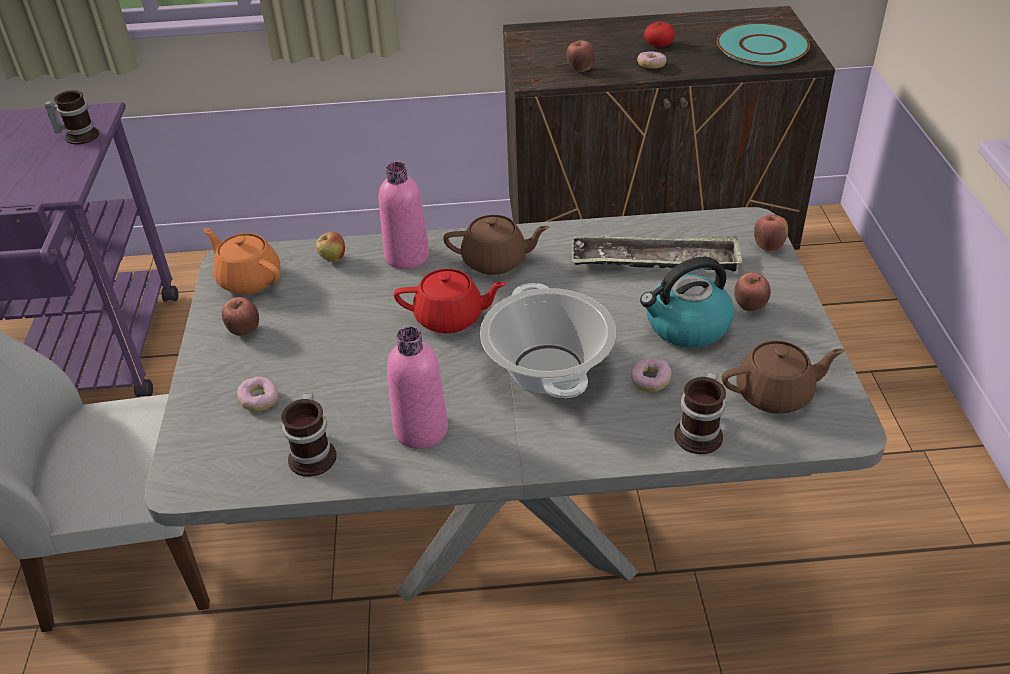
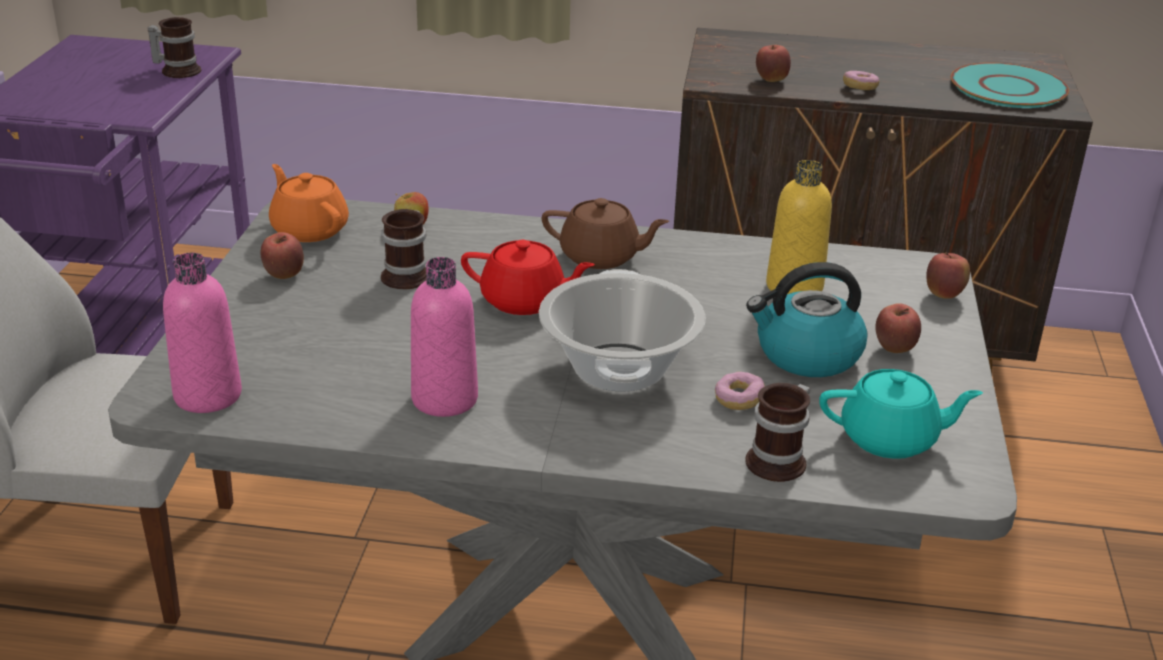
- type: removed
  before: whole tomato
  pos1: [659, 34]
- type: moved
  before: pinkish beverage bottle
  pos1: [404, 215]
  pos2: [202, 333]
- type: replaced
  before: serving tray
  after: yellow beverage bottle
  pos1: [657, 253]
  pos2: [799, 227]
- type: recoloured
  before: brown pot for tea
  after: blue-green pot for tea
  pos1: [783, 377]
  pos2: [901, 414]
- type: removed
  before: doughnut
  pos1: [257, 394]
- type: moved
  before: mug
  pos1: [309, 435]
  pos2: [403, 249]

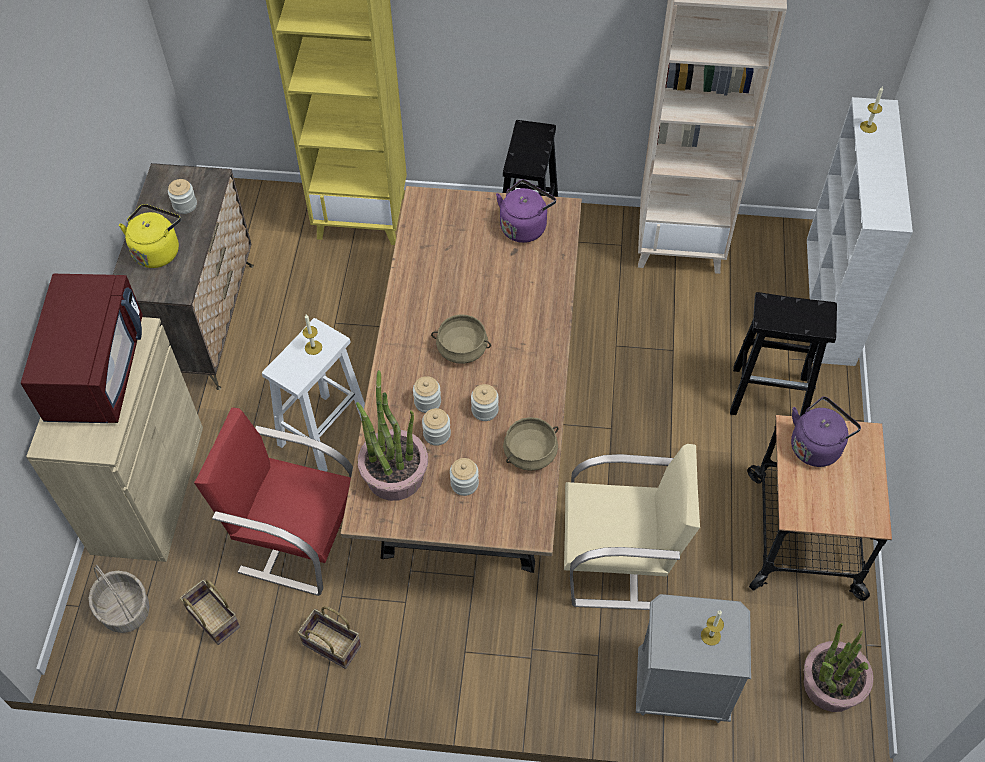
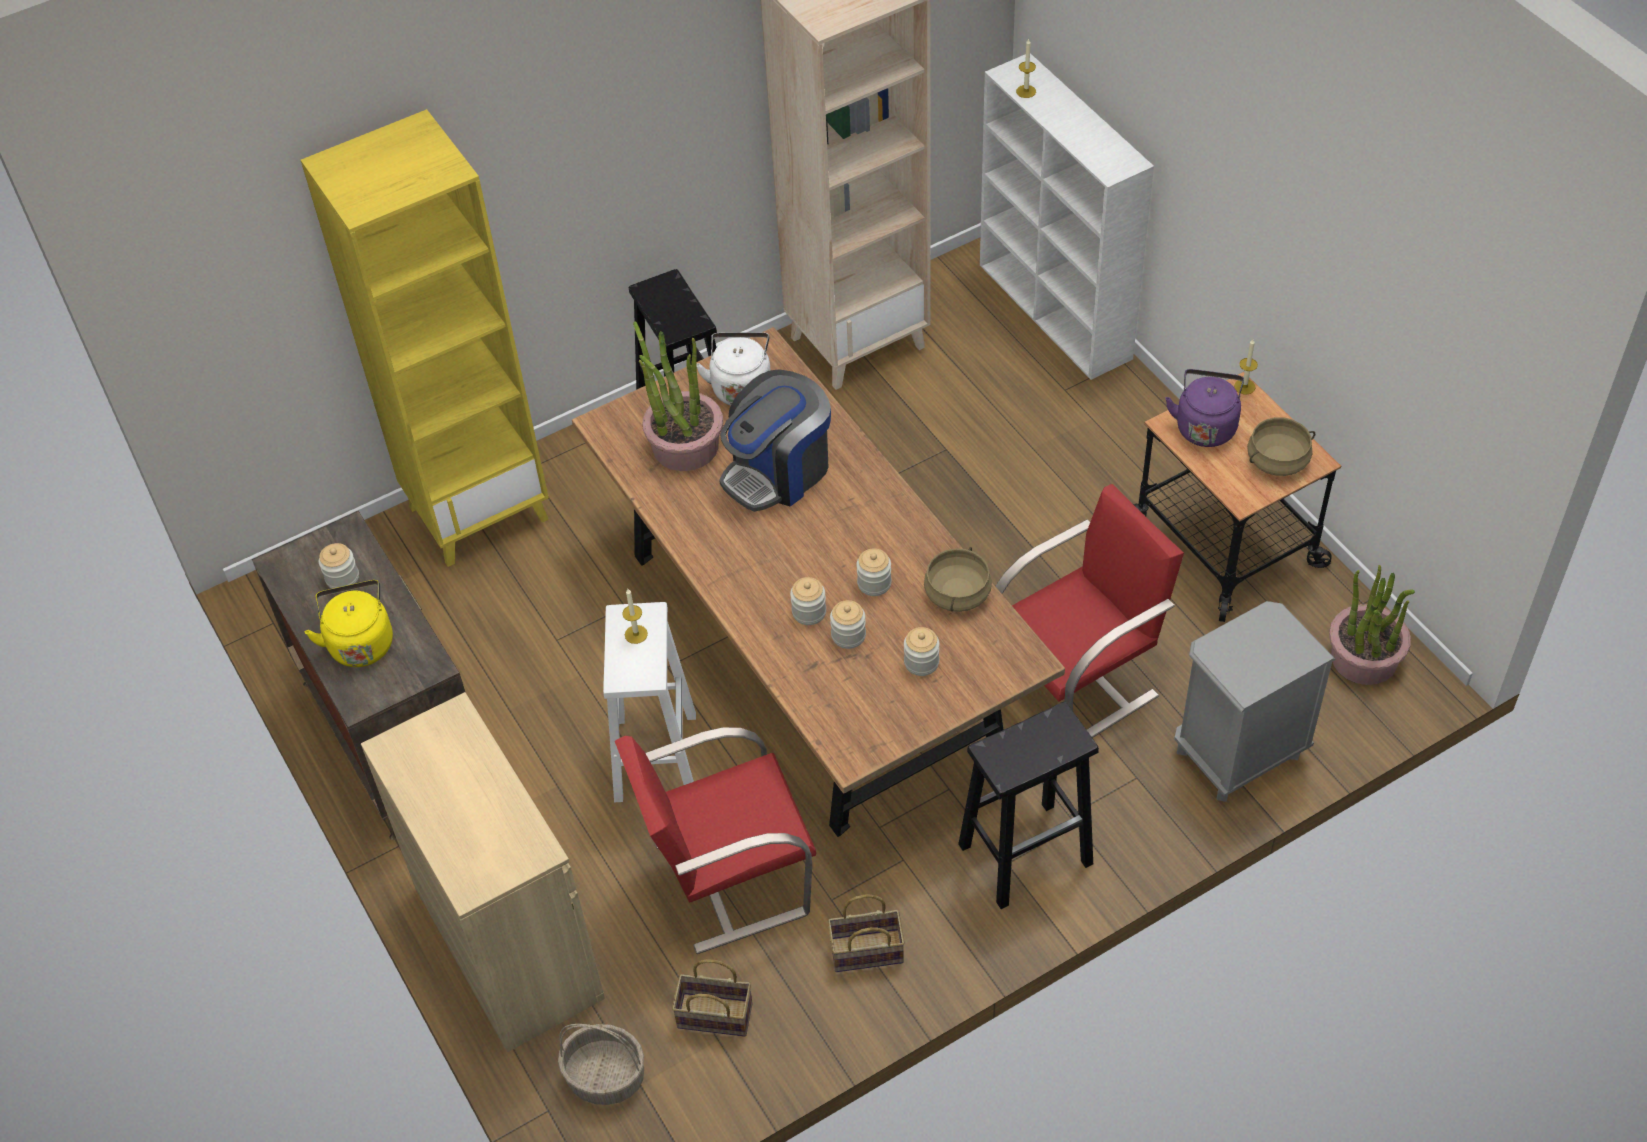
- type: recoloured
  before: purple-coloured tea kettle
  after: white-coloured tea kettle
  pos1: [526, 211]
  pos2: [734, 369]
- type: removed
  before: reddish microwave oven
  pos1: [82, 348]
- type: moved
  before: blackish stool
  pos1: [783, 354]
  pos2: [1028, 805]
- type: moved
  before: beige-coloured cooking pot
  pos1: [461, 339]
  pos2: [1281, 446]
- type: moved
  before: plant in a pot
  pos1: [392, 435]
  pos2: [678, 396]
- type: recoloured
  before: beige-coloured chair
  after: reddish chair
  pos1: [632, 527]
  pos2: [1090, 611]
- type: moved
  before: candle
  pos1: [712, 628]
  pos2: [1246, 366]
- type: added
  after: coffee machine
  pos2: [775, 440]

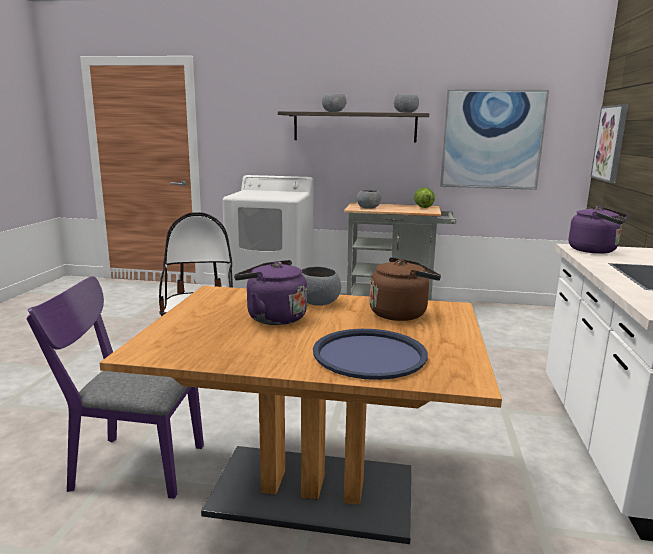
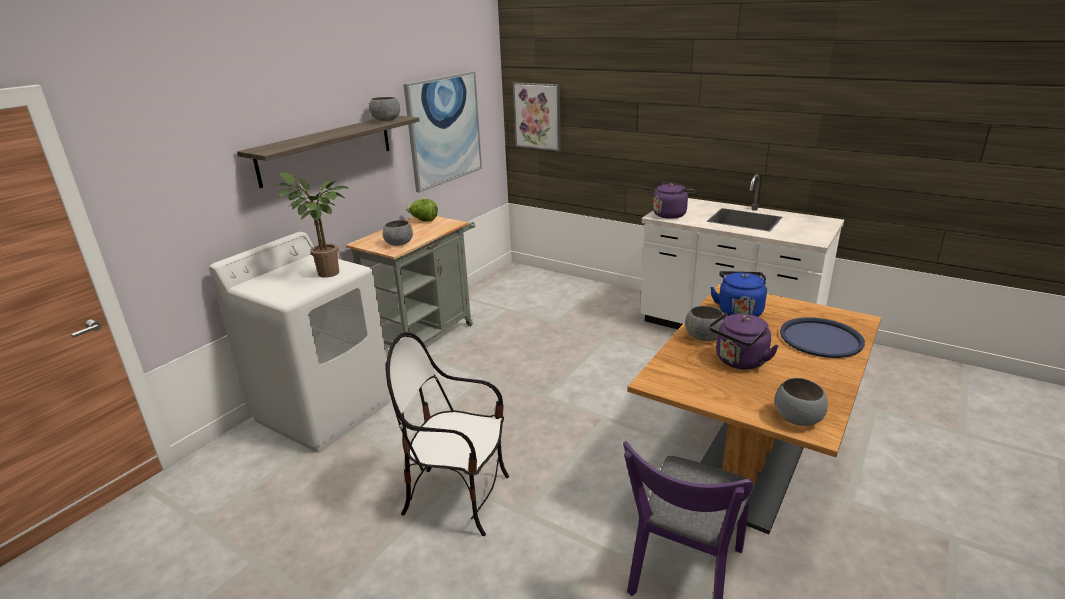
- type: moved
  before: gray serving bowl
  pos1: [334, 103]
  pos2: [801, 402]
- type: recoloured
  before: brown tea kettle
  after: blue-coloured tea kettle
  pos1: [405, 289]
  pos2: [738, 294]
- type: added
  after: plant in a pot
  pos2: [310, 225]

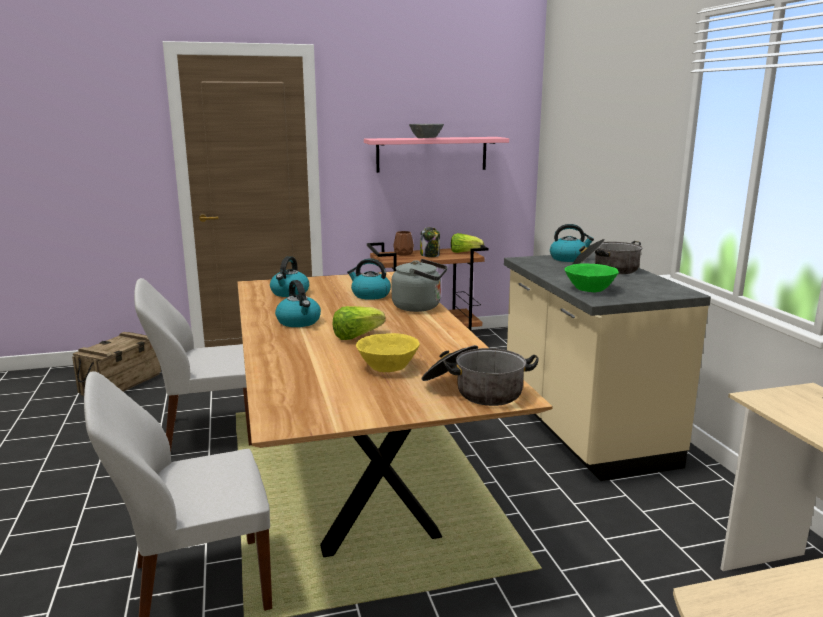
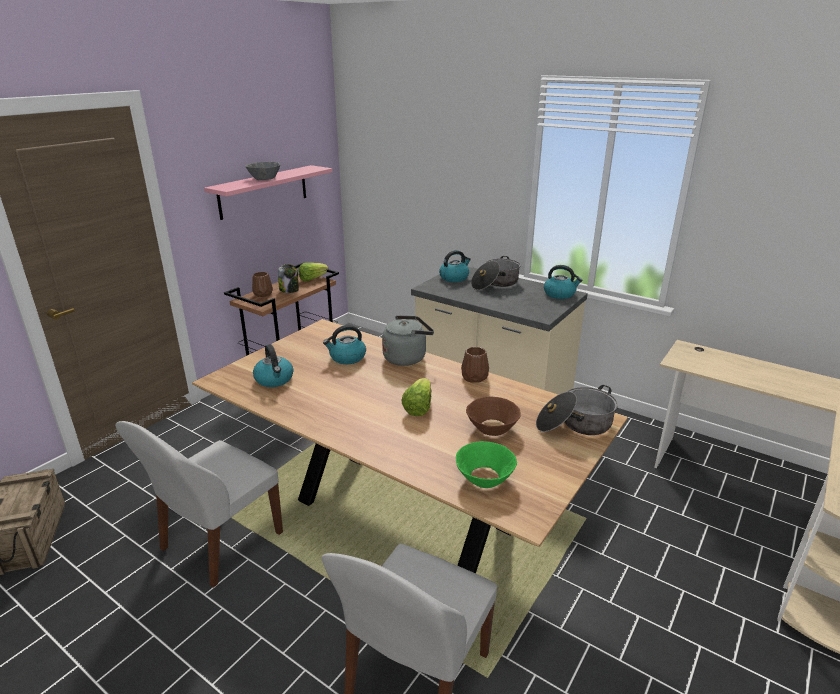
- type: moved
  before: green serving bowl
  pos1: [592, 278]
  pos2: [486, 464]
- type: moved
  before: tea kettle
  pos1: [298, 303]
  pos2: [563, 282]
- type: recoloured
  before: yellow serving bowl
  after: brown serving bowl
  pos1: [388, 352]
  pos2: [493, 416]
- type: added
  after: brown decorative vase
  pos2: [475, 365]

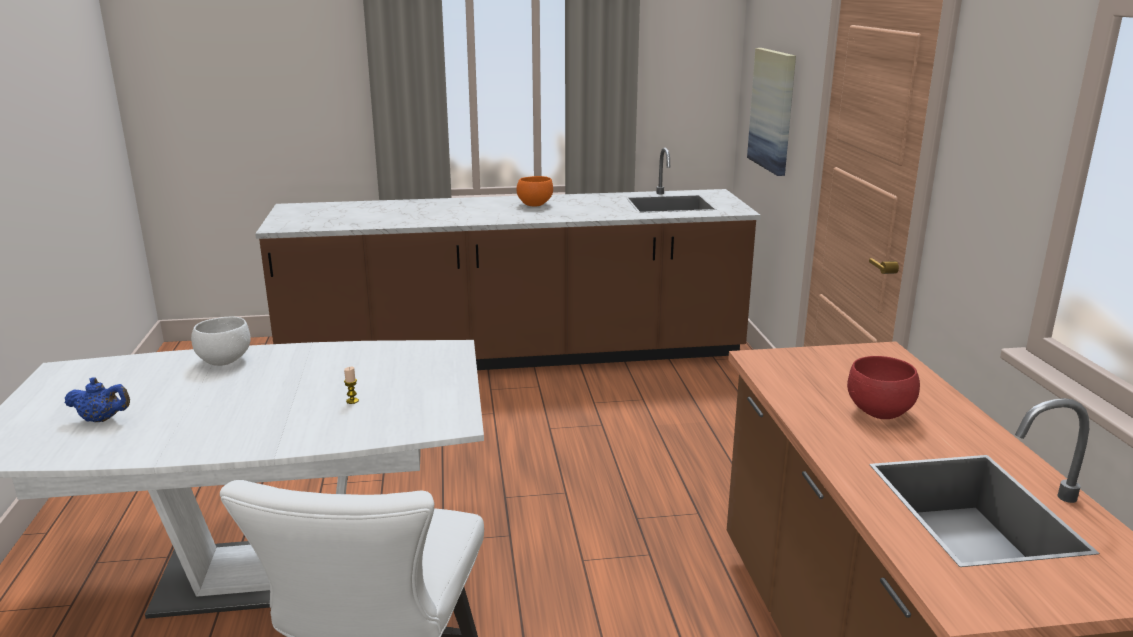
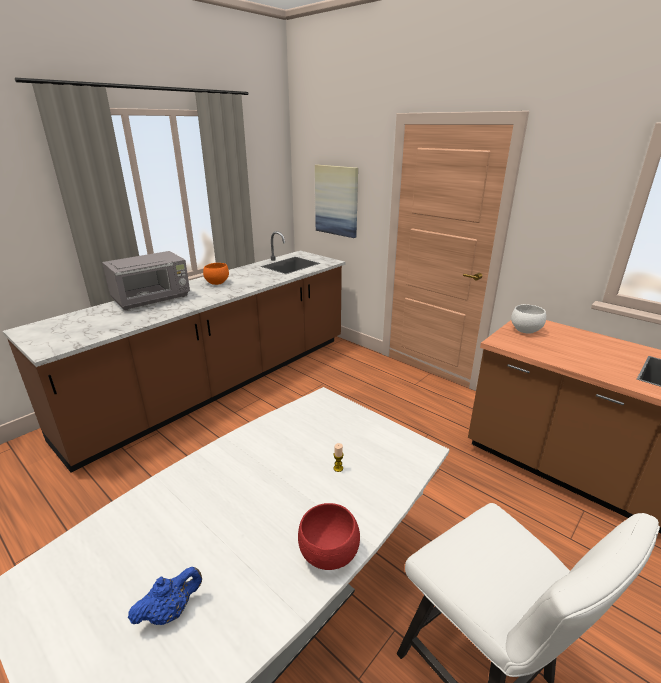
- type: moved
  before: white-coloured serving bowl
  pos1: [221, 341]
  pos2: [528, 319]
- type: moved
  before: reddish serving bowl
  pos1: [883, 387]
  pos2: [329, 536]
- type: added
  after: gray microwave oven
  pos2: [146, 280]

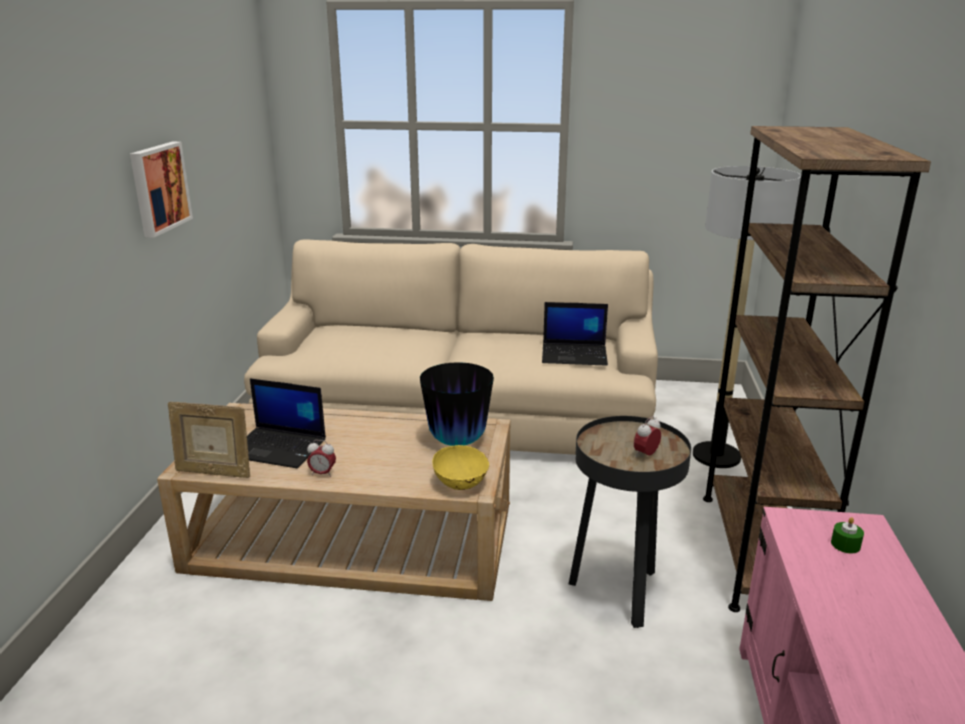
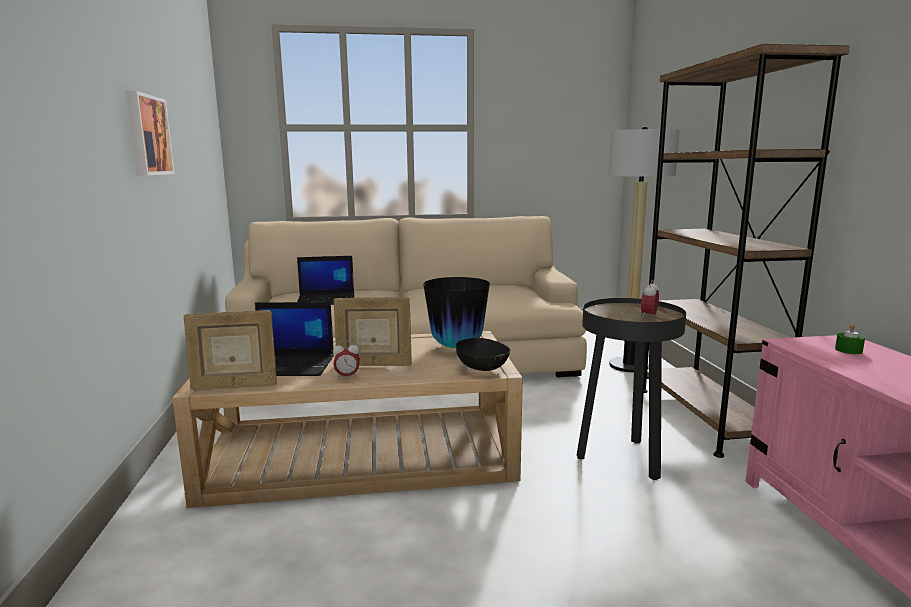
- type: moved
  before: laptop
  pos1: [575, 334]
  pos2: [325, 280]
- type: recoloured
  before: yellow serving bowl
  after: blackish serving bowl
  pos1: [460, 467]
  pos2: [483, 354]
- type: added
  after: standing frame
  pos2: [373, 331]

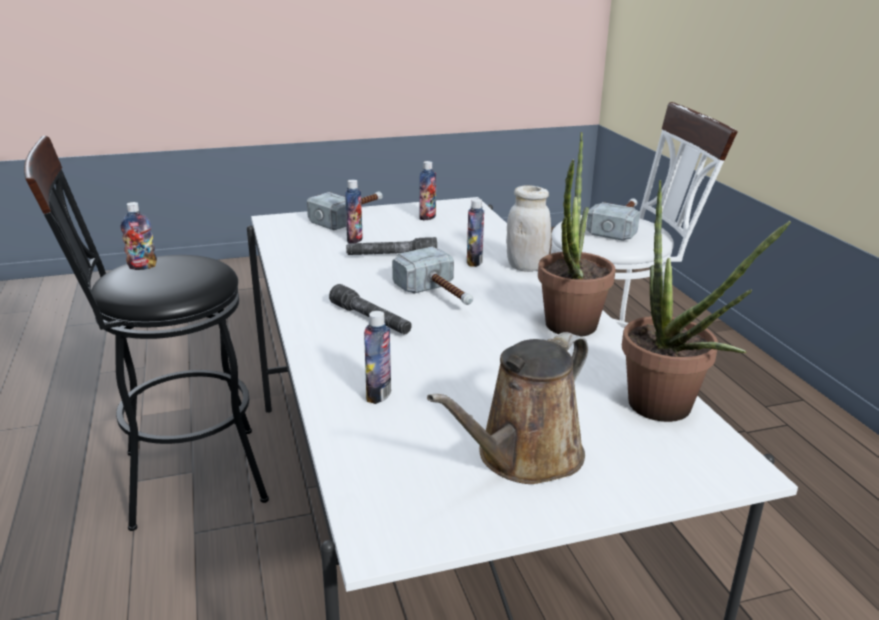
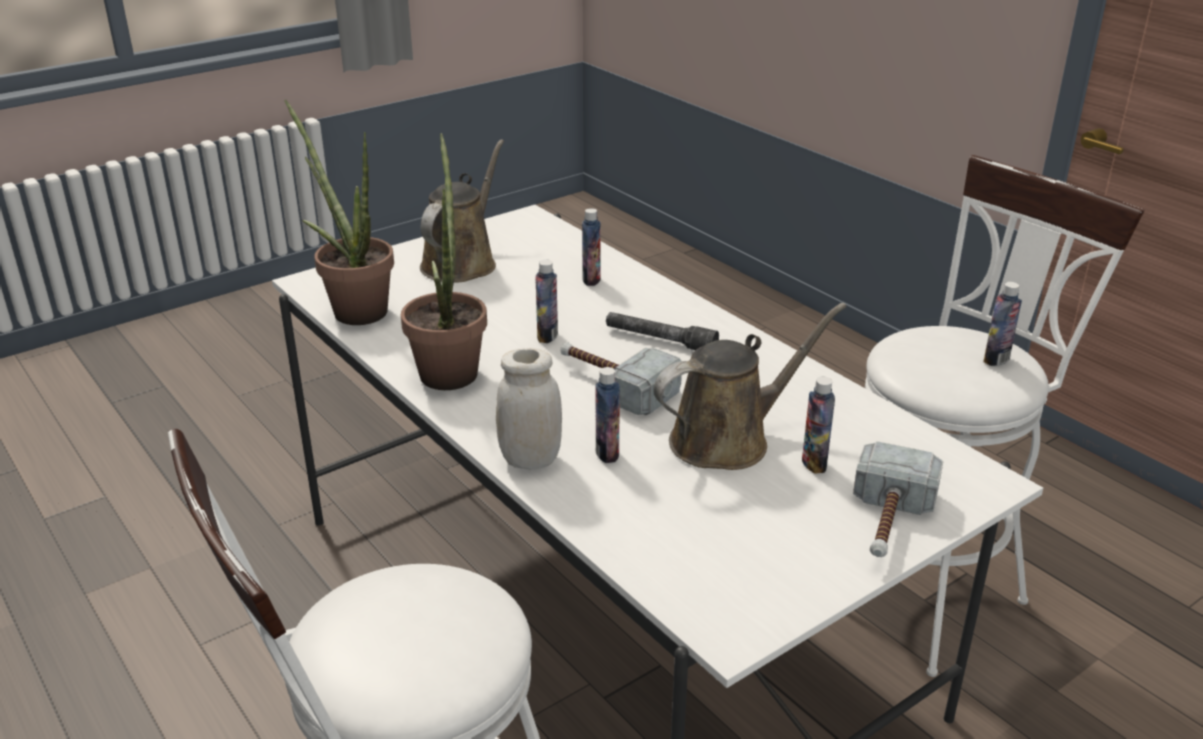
- type: recoloured
  before: blackish stool
  after: white-coloured stool
  pos1: [146, 333]
  pos2: [1005, 416]
- type: moved
  before: beverage bottle
  pos1: [427, 191]
  pos2: [546, 301]
- type: removed
  before: hammer
  pos1: [613, 219]
- type: replaced
  before: gray hand torch
  after: brown watering can
  pos1: [391, 246]
  pos2: [750, 386]

